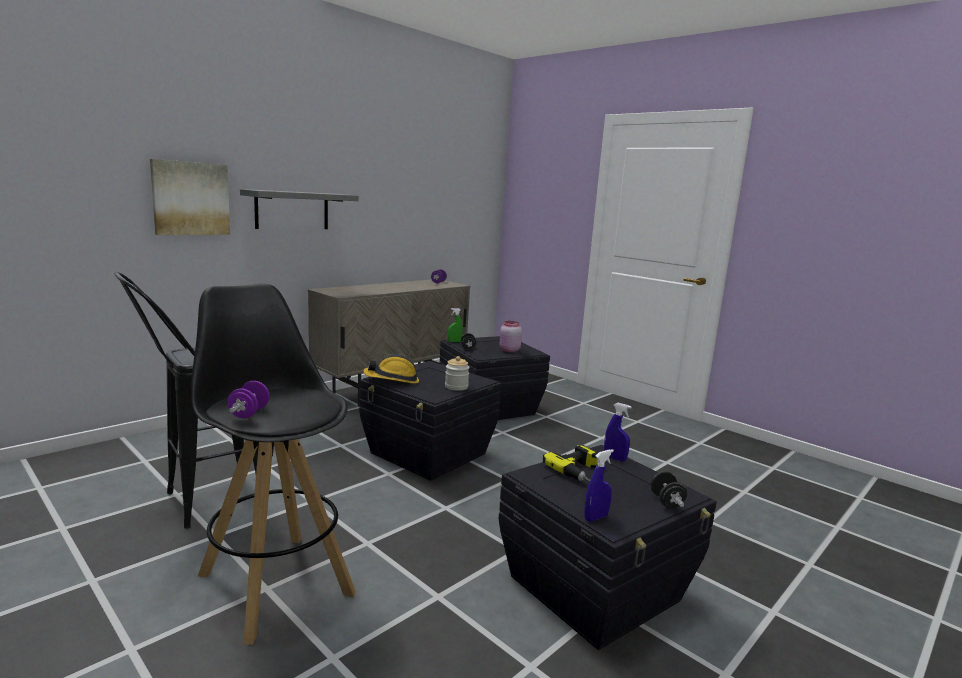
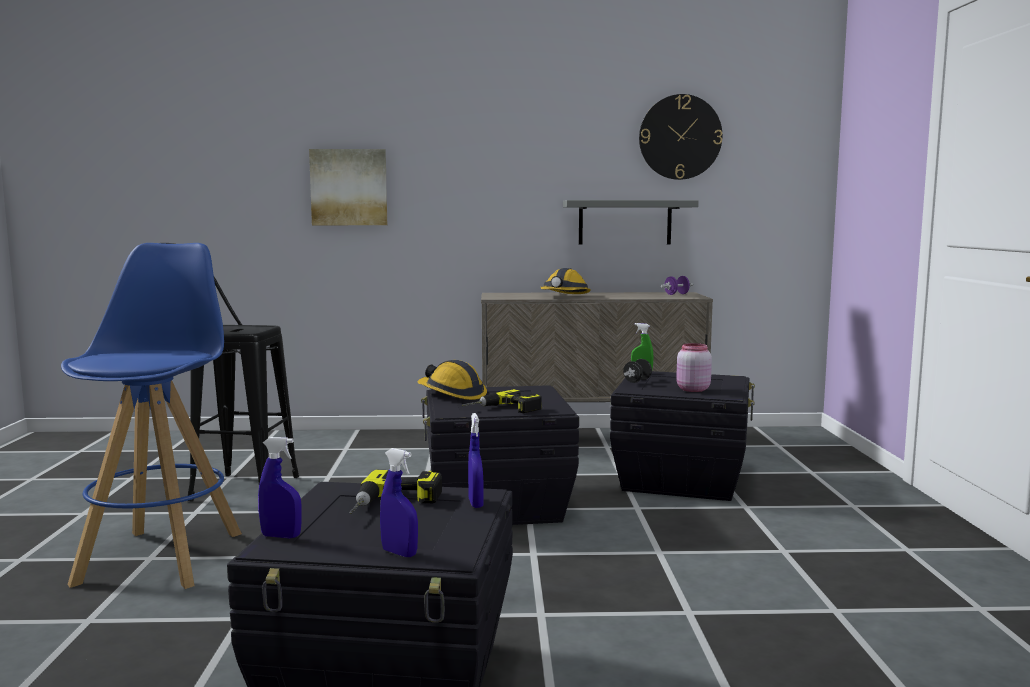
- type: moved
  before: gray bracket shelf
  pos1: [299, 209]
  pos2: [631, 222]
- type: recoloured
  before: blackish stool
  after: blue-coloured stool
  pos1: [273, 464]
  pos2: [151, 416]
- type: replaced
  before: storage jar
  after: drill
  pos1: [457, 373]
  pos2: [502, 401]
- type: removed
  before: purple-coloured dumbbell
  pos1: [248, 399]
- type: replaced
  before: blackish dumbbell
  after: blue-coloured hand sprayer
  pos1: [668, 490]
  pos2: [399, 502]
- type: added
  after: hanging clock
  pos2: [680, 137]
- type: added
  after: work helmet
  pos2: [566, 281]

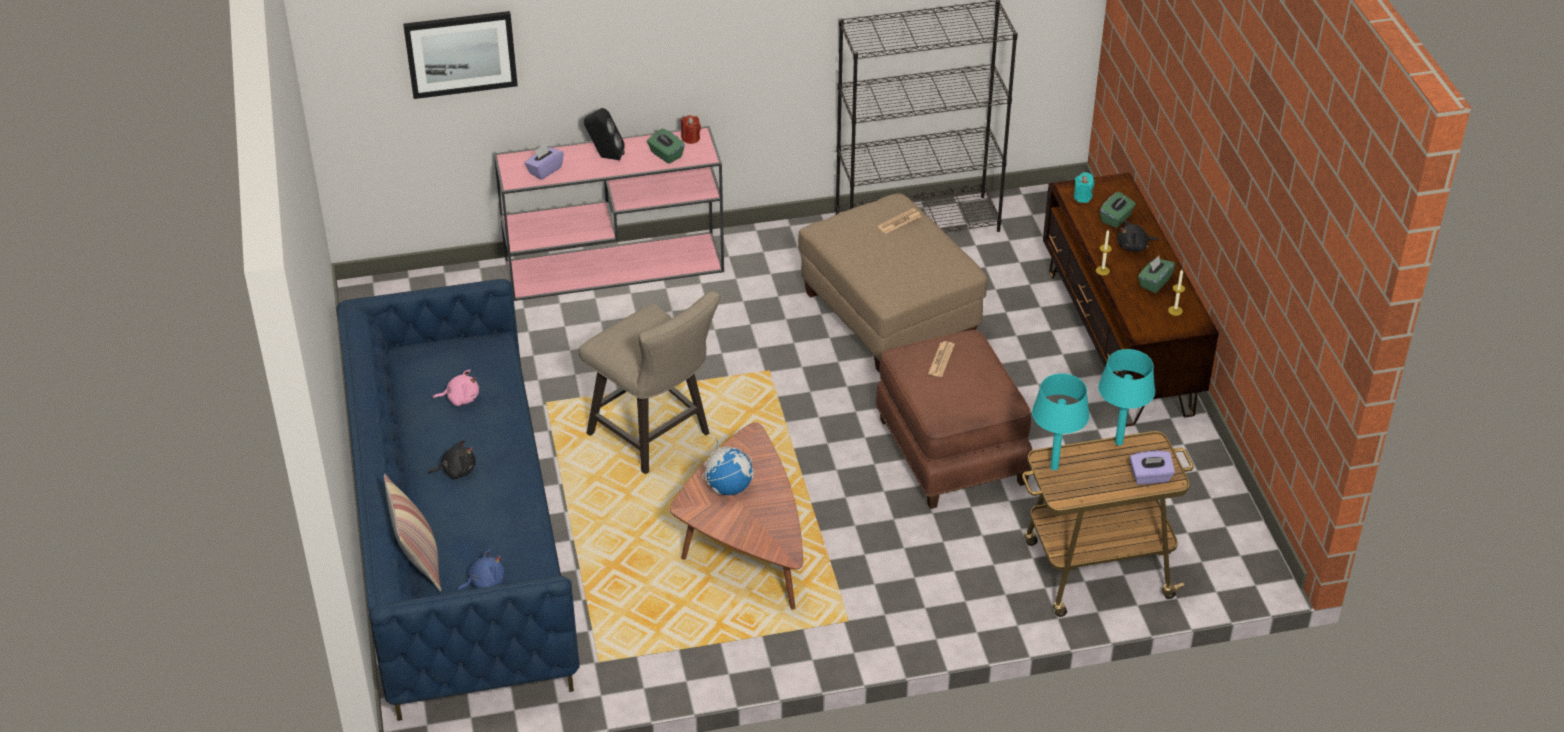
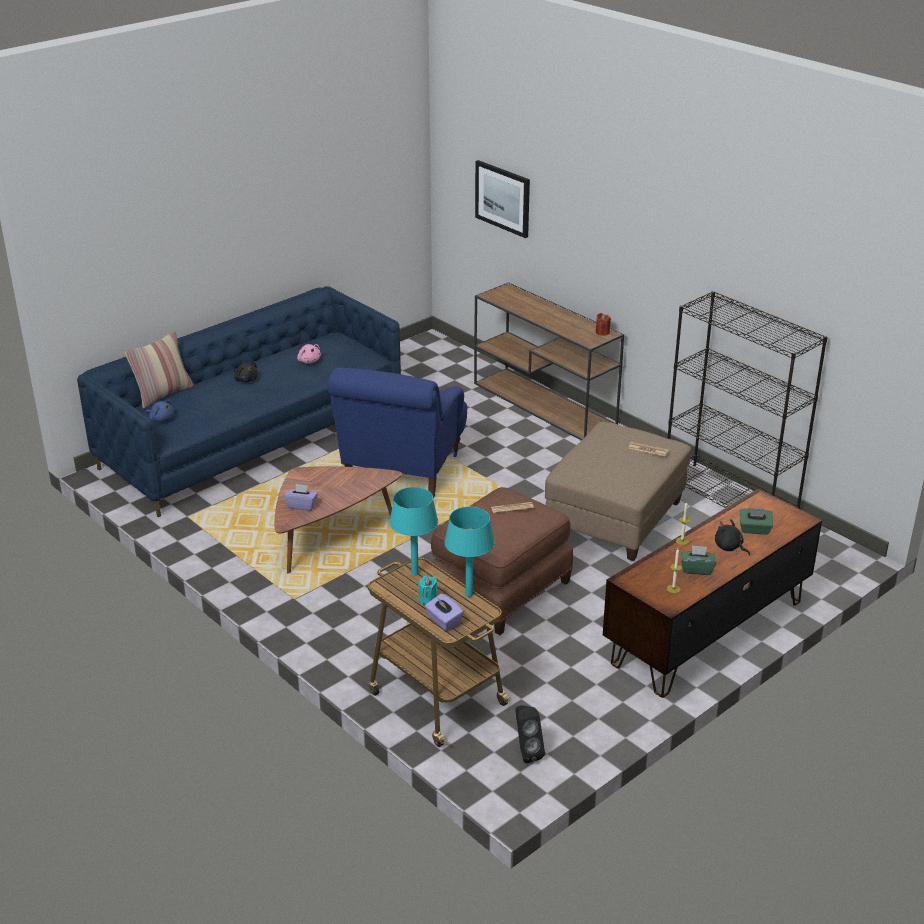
- type: moved
  before: blackish speaker
  pos1: [604, 134]
  pos2: [530, 734]
- type: recoloured
  before: pinkish narrow table
  after: brown narrow table
  pos1: [609, 213]
  pos2: [549, 361]
- type: removed
  before: green tissue holder
  pos1: [666, 146]
- type: moved
  before: purple-coloured tissue holder
  pos1: [544, 162]
  pos2: [301, 497]
- type: moved
  before: blue-green candle
  pos1: [1084, 187]
  pos2: [428, 590]
- type: replaced
  before: beige-coloured stool
  after: blue-coloured armchair
  pos1: [649, 382]
  pos2: [397, 433]
- type: removed
  before: globe
  pos1: [728, 465]

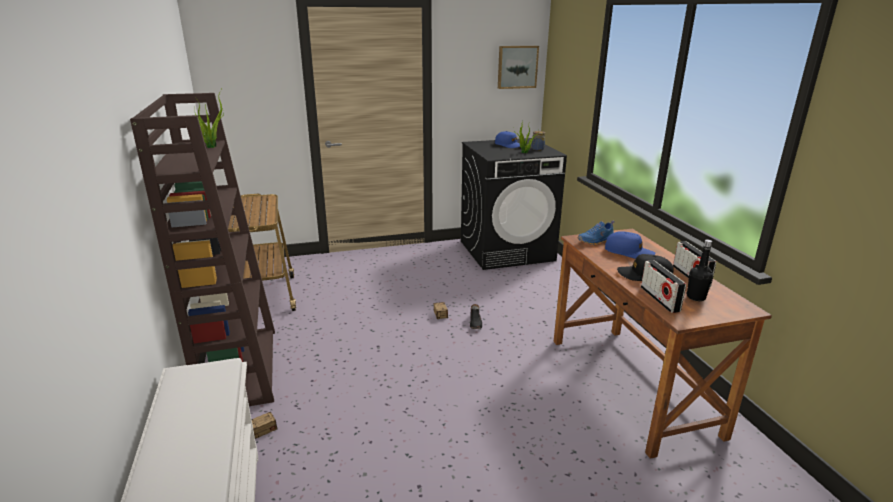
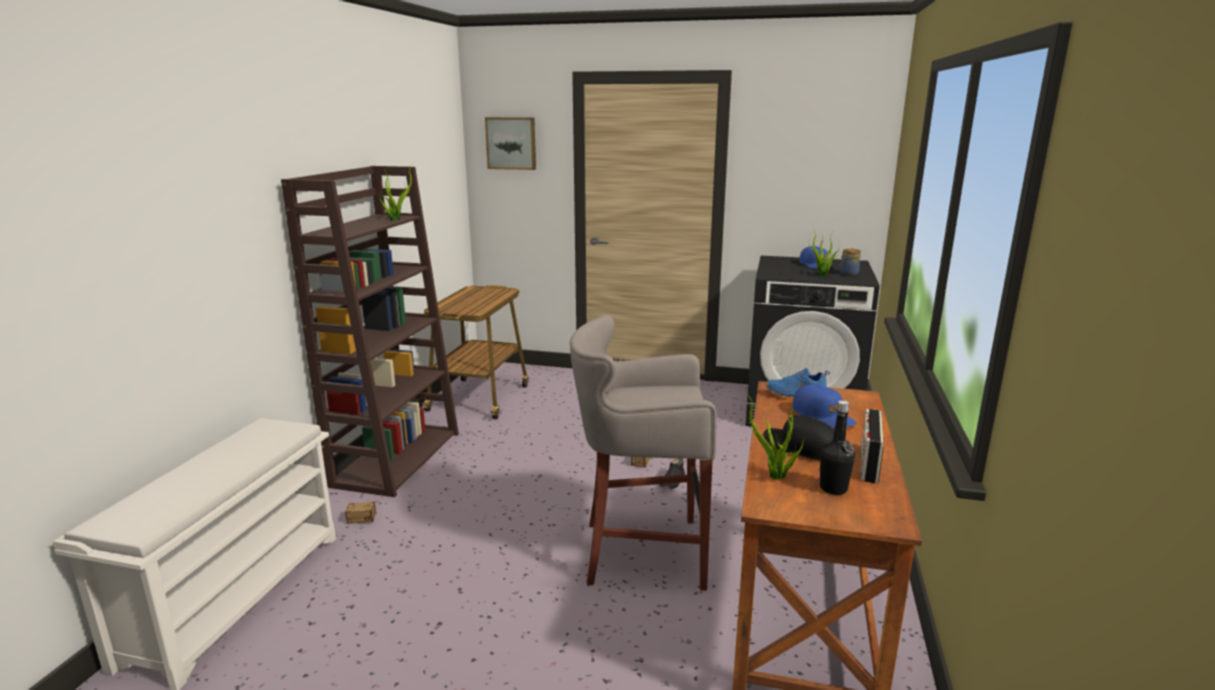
- type: moved
  before: wall picture
  pos1: [518, 67]
  pos2: [510, 143]
- type: replaced
  before: radio receiver
  after: plant in a pot
  pos1: [663, 286]
  pos2: [774, 434]
- type: added
  after: gray stool
  pos2: [643, 453]

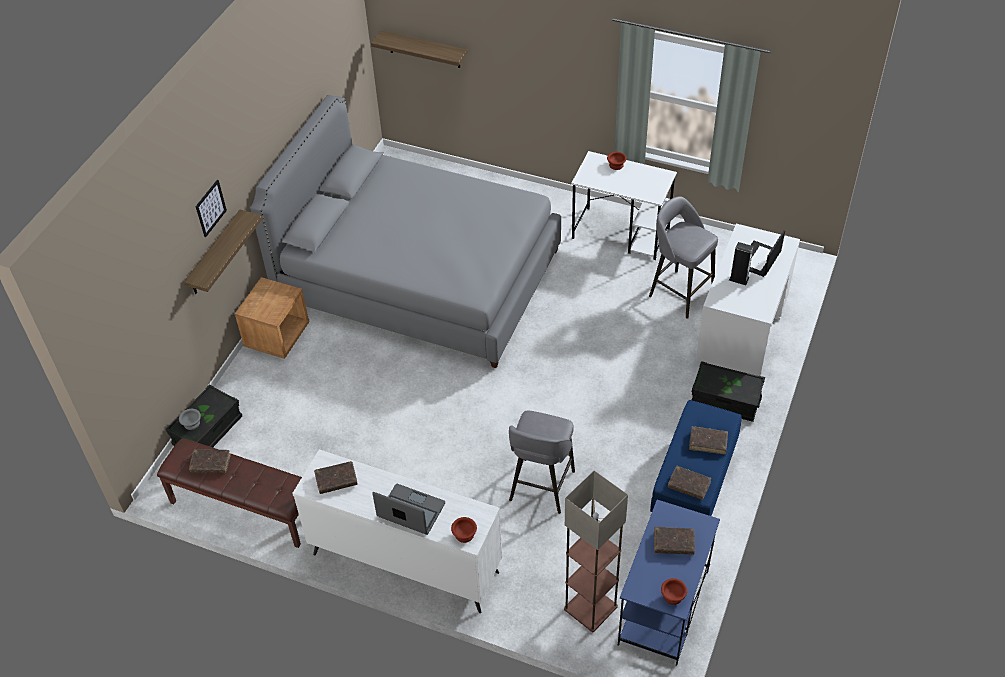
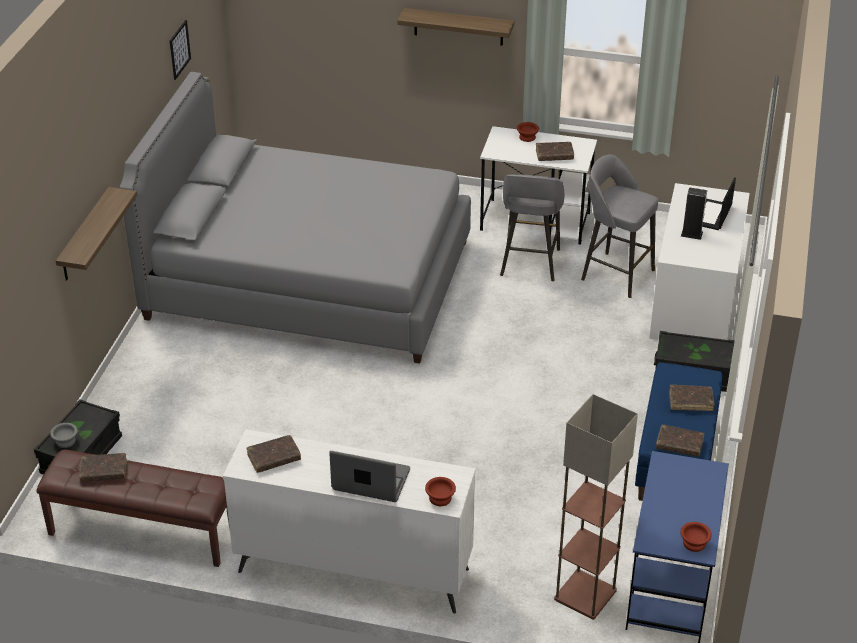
- type: moved
  before: bracket shelf
  pos1: [419, 49]
  pos2: [455, 27]
- type: moved
  before: wall picture
  pos1: [211, 208]
  pos2: [180, 50]
- type: removed
  before: brown bedside table
  pos1: [272, 318]
- type: moved
  before: gray stool
  pos1: [542, 462]
  pos2: [532, 227]
- type: moved
  before: brown book
  pos1: [674, 541]
  pos2: [555, 151]

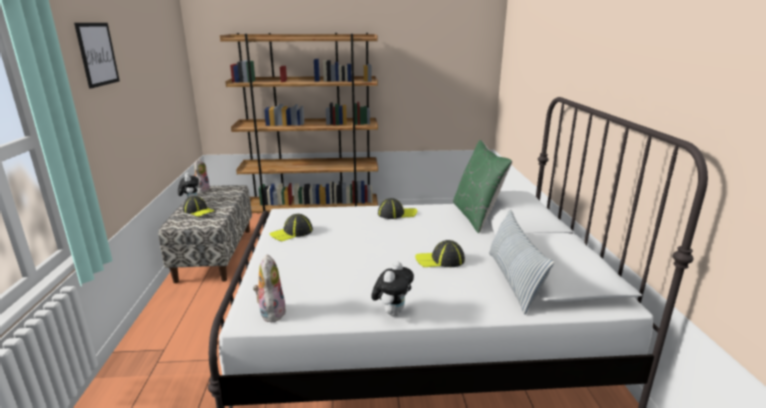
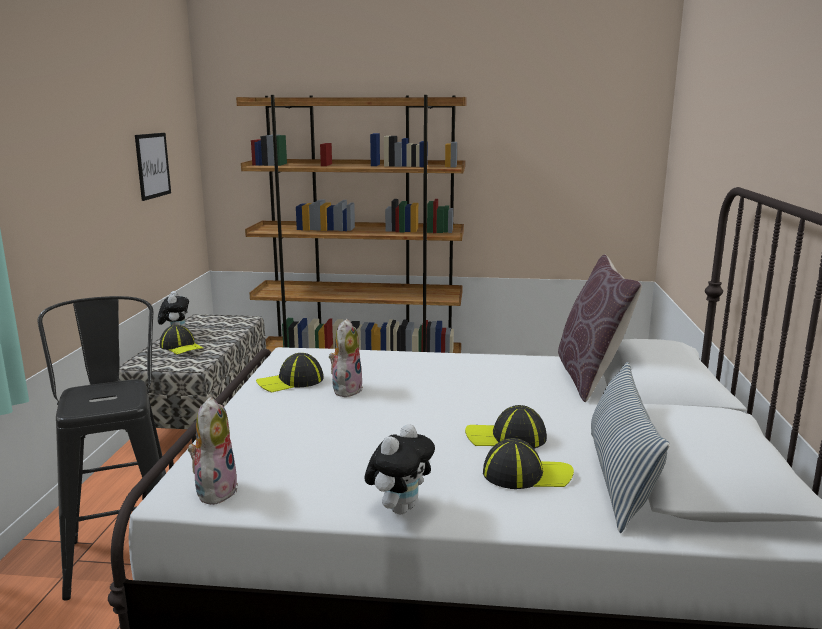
- type: moved
  before: wall picture
  pos1: [97, 55]
  pos2: [153, 167]
- type: recoloured
  before: green throw pillow
  after: brown throw pillow
  pos1: [482, 186]
  pos2: [600, 328]
- type: moved
  before: soft toy
  pos1: [201, 176]
  pos2: [346, 358]
- type: moved
  before: baseball cap
  pos1: [397, 208]
  pos2: [528, 463]
- type: added
  after: blackish stool
  pos2: [102, 448]

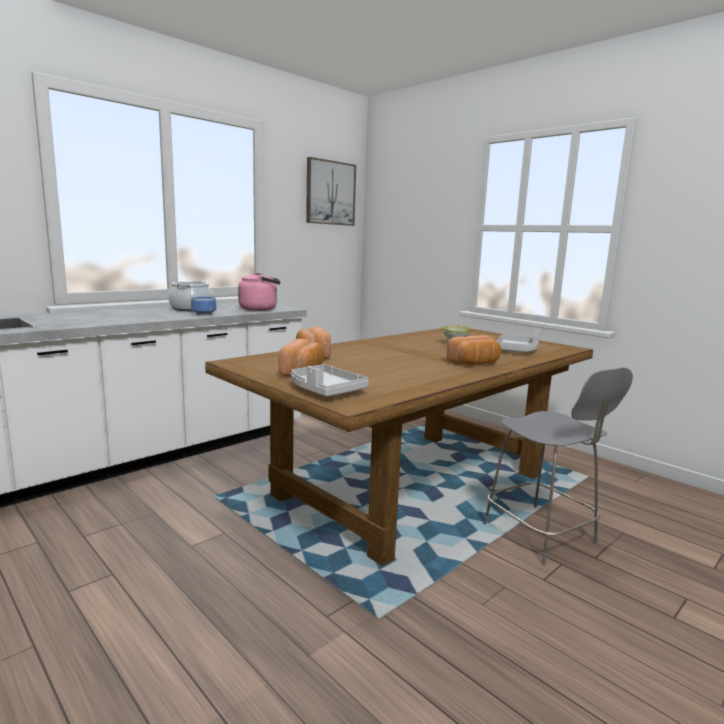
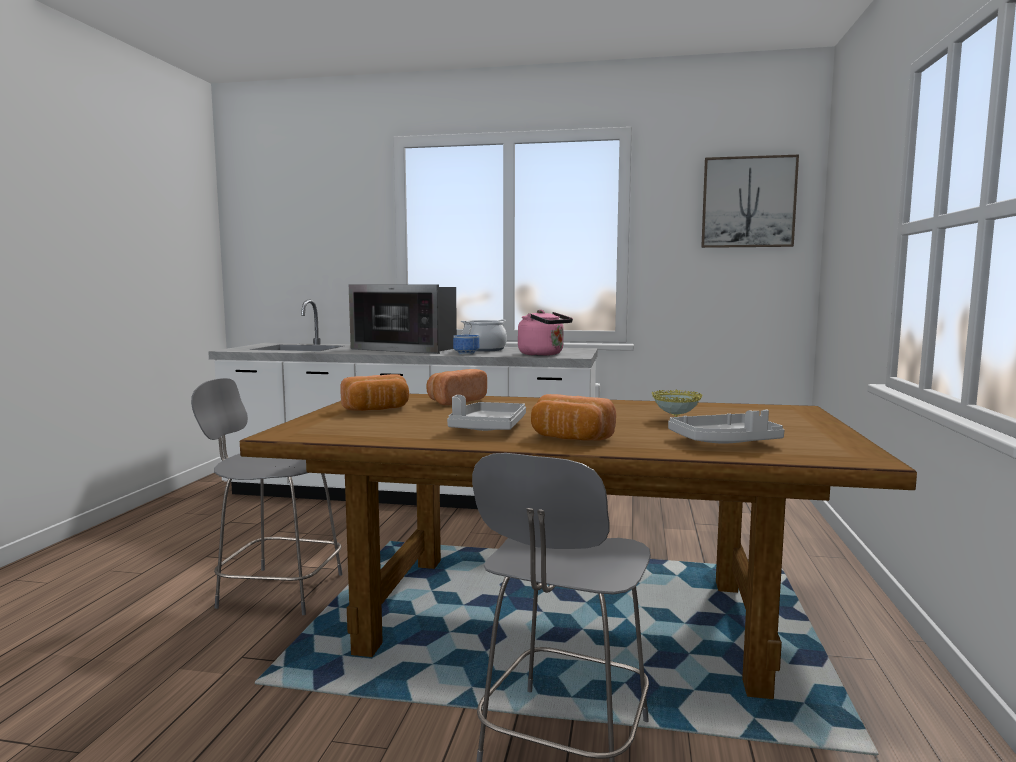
- type: moved
  before: gray serving tray
  pos1: [330, 380]
  pos2: [486, 413]
- type: added
  after: microwave oven
  pos2: [403, 319]
- type: added
  after: gray stool
  pos2: [267, 496]

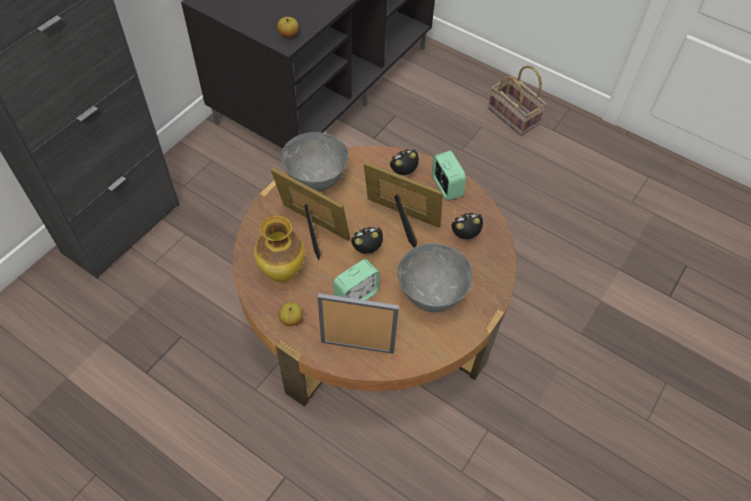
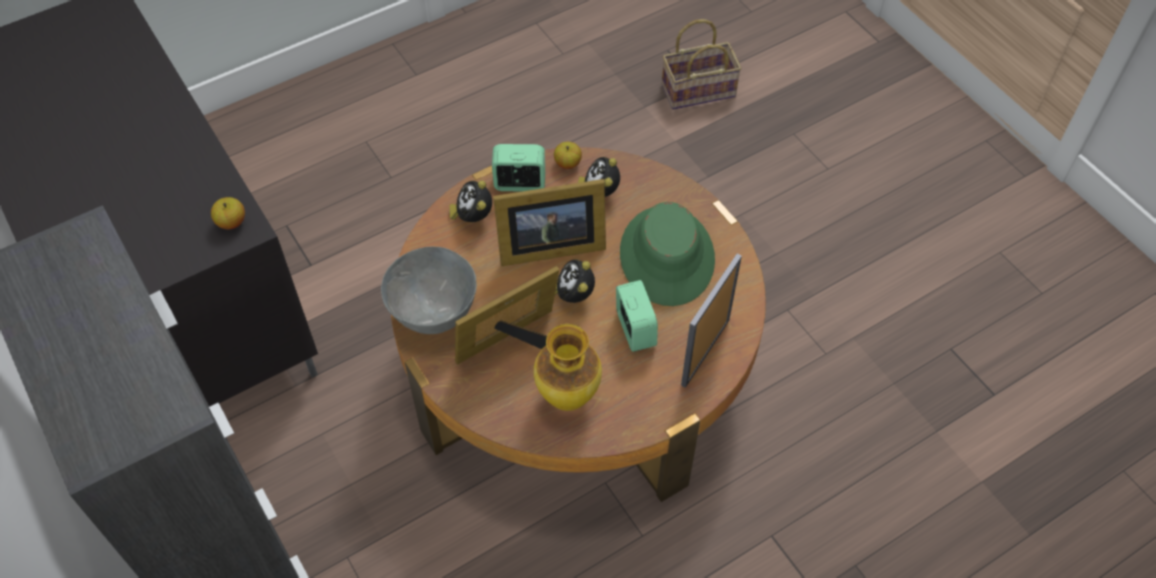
- type: moved
  before: household basket
  pos1: [517, 101]
  pos2: [702, 64]
- type: turned
  before: standing frame
  pos1: [403, 205]
  pos2: [549, 222]
  turn: -150
- type: replaced
  before: gray serving bowl
  after: green wearable hat
  pos1: [434, 277]
  pos2: [667, 254]
- type: moved
  before: whole apple
  pos1: [290, 314]
  pos2: [568, 155]

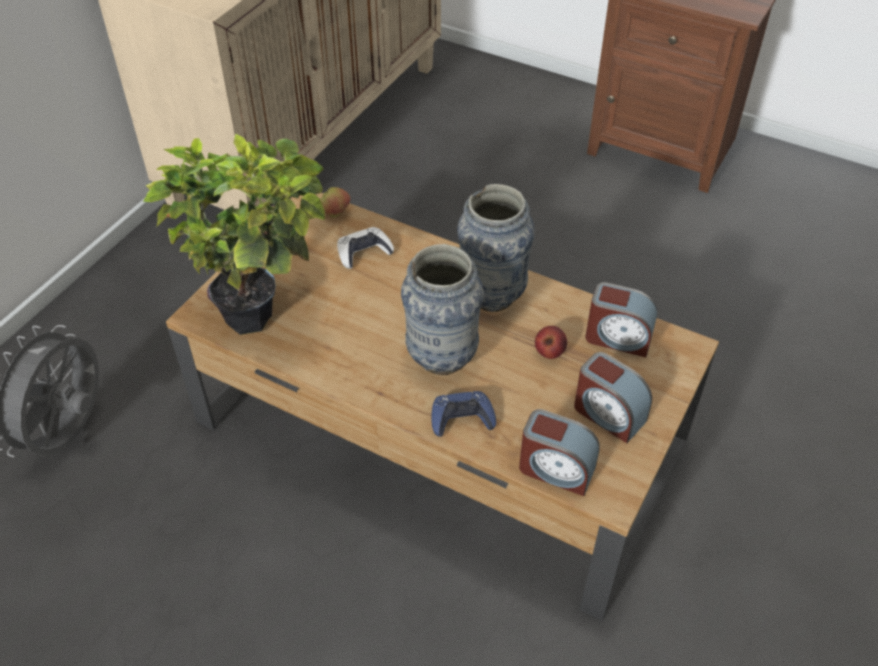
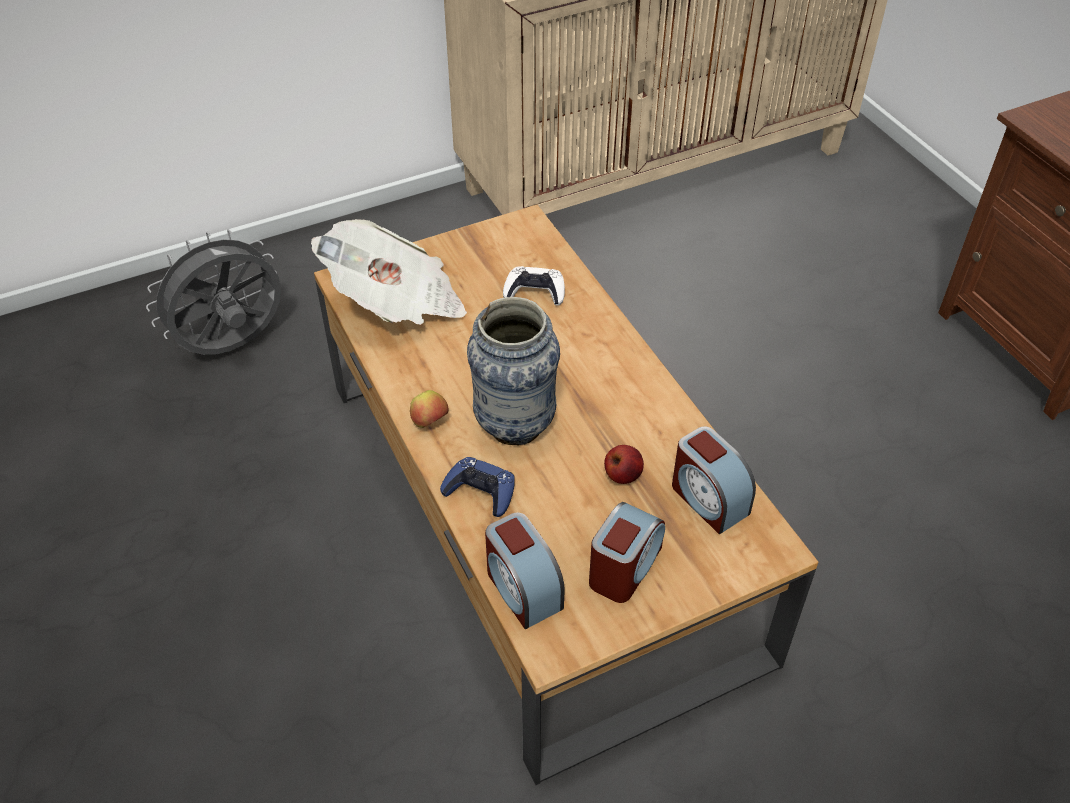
- type: replaced
  before: plant in a pot
  after: printed paper
  pos1: [234, 234]
  pos2: [389, 272]
- type: removed
  before: decorative vase
  pos1: [496, 248]
- type: moved
  before: whole apple
  pos1: [336, 202]
  pos2: [429, 409]
- type: turned
  before: table clock
  pos1: [613, 397]
  pos2: [627, 552]
  turn: -135

